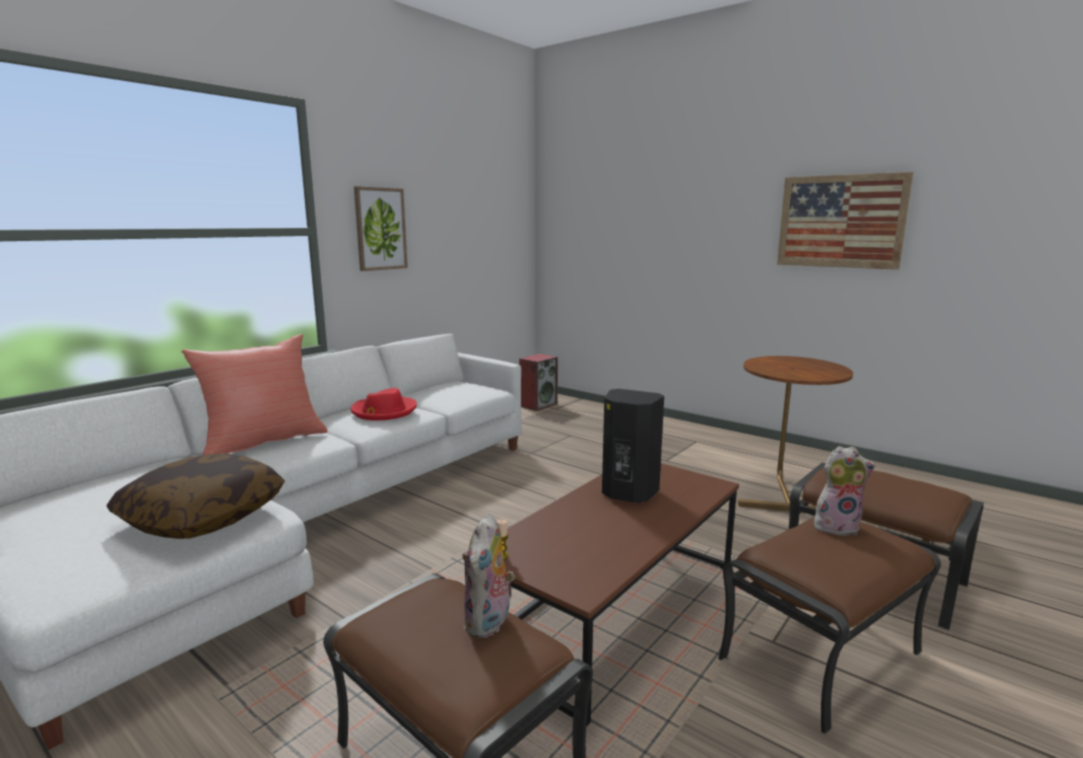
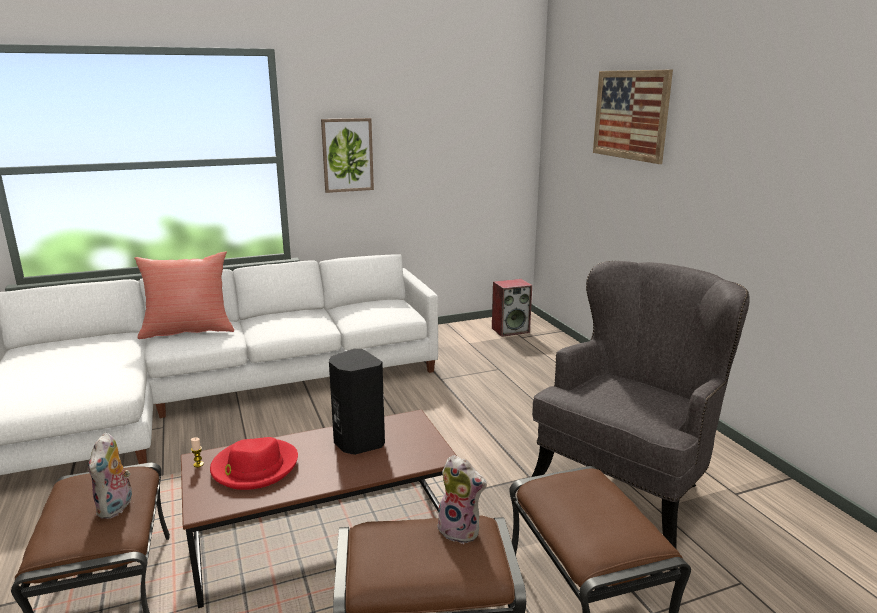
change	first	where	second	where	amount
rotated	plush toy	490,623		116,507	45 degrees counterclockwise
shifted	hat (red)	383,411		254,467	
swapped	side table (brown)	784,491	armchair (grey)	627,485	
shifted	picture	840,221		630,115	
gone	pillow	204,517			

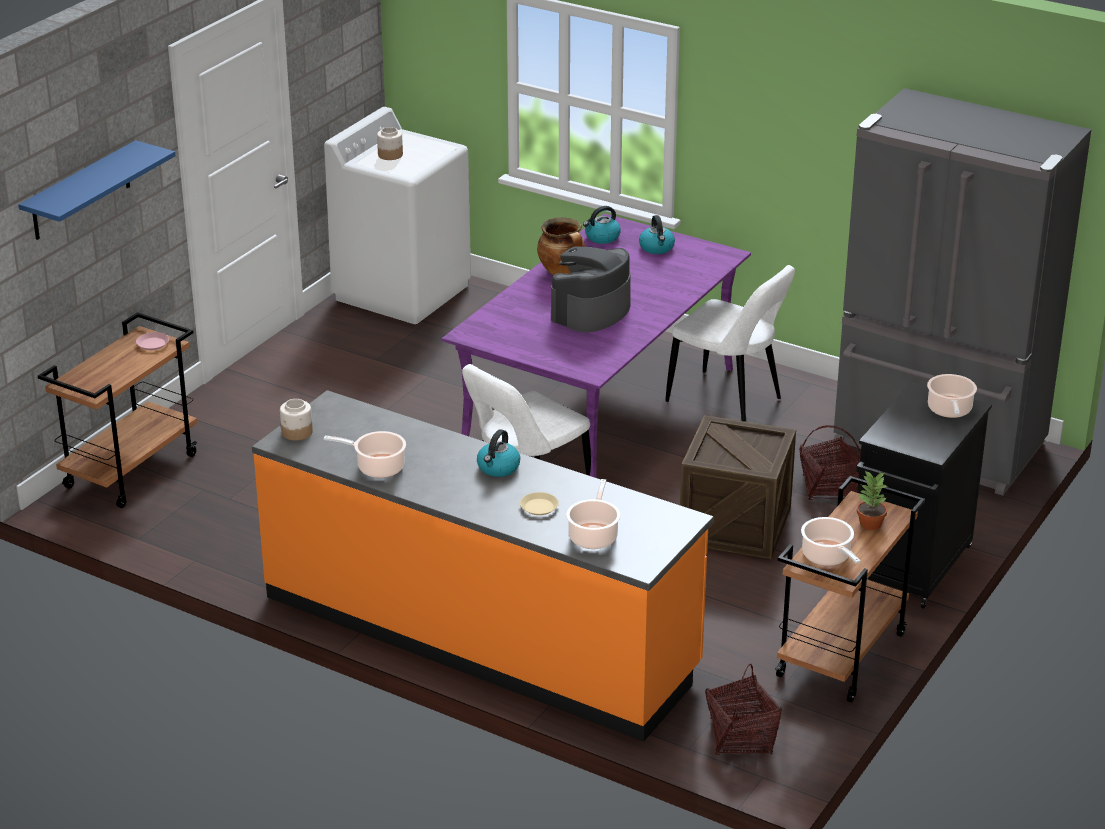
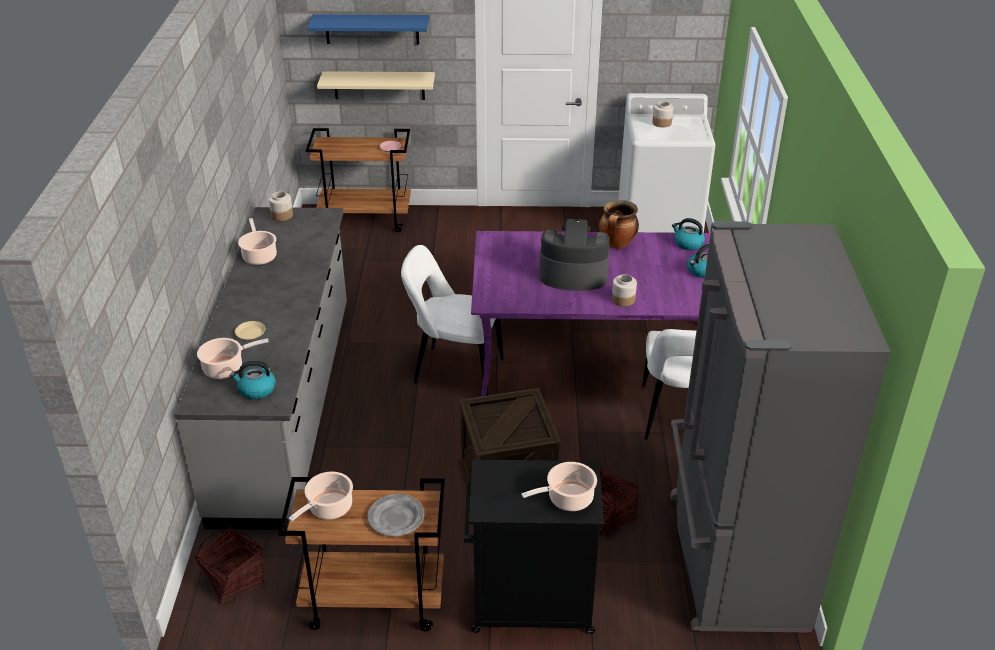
change	first	where	second	where	amount
repainted	counter (orange)	480,633	counter (grey)	287,408	
shifted	kettle	498,468		256,390	
new			shelf (beige)	379,85	
swapped	potted plant	870,523	plate (grey)	395,517	
new			jar	623,300	

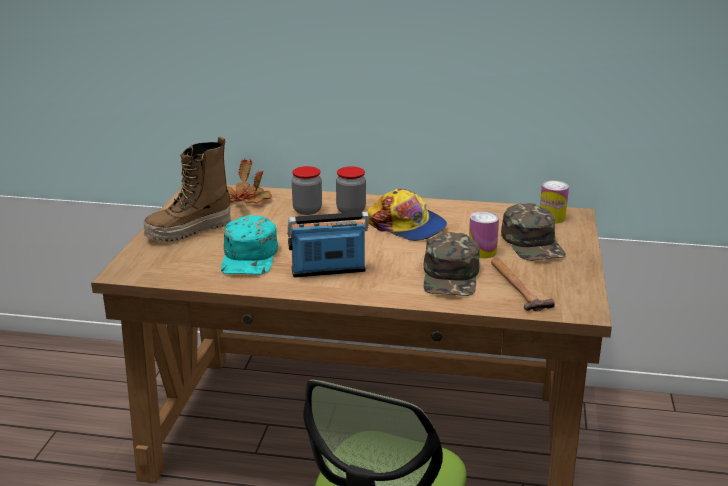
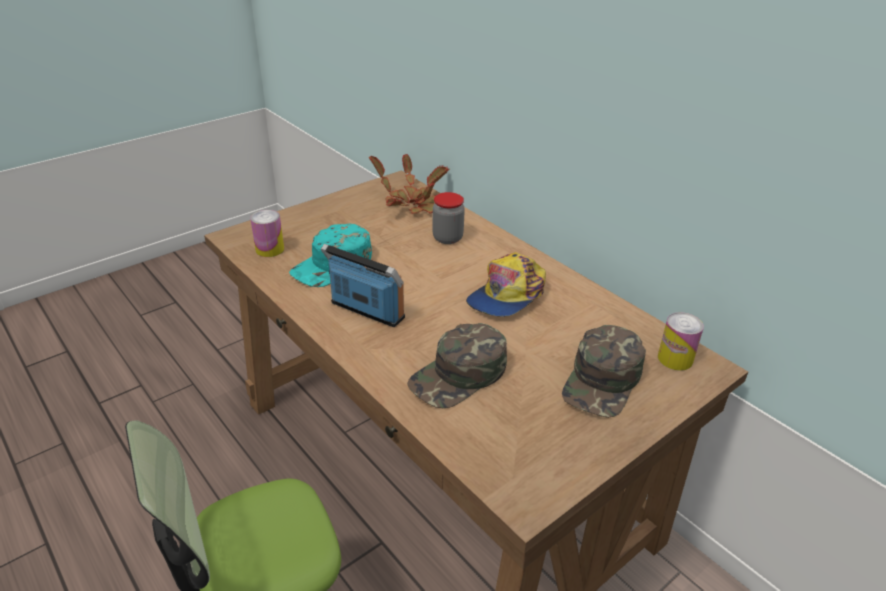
change	first	where	second	where	amount
shifted	can	482,252		270,249	
rotated	cap	407,226		507,295	45 degrees clockwise
gone	boot	189,231			
gone	jar	351,210			
gone	hammer	517,287			

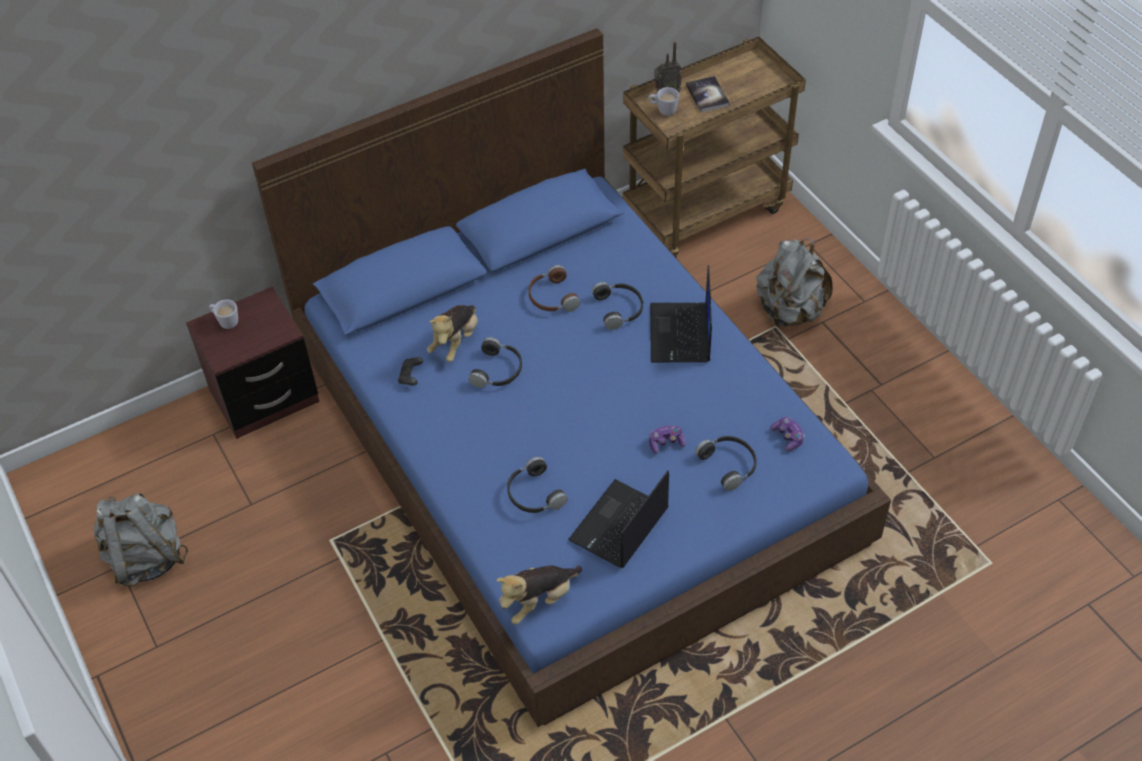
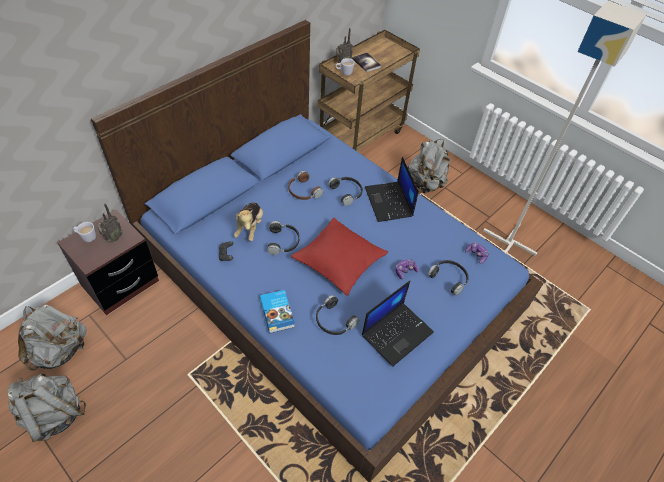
change	first	where	second	where	amount
new			backpack (grey)	60,350	
new			radio	113,239	
new			book	278,312	
new			pillow (red)	339,261	
rotated	laptop	619,526		397,332	150 degrees counterclockwise
new			floor lamp (grey)	510,242	
gone	plush toy	539,600			

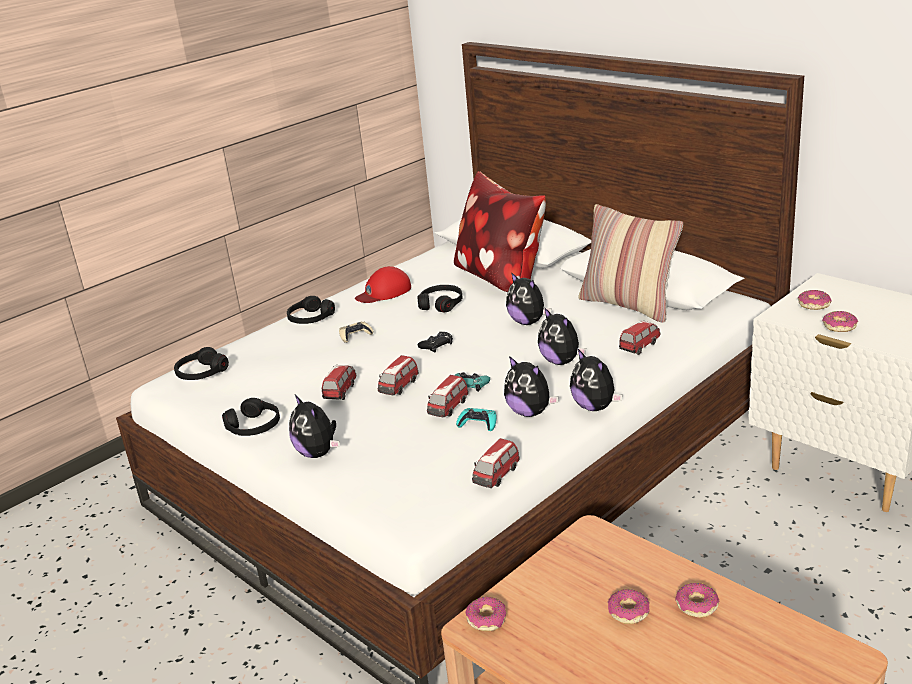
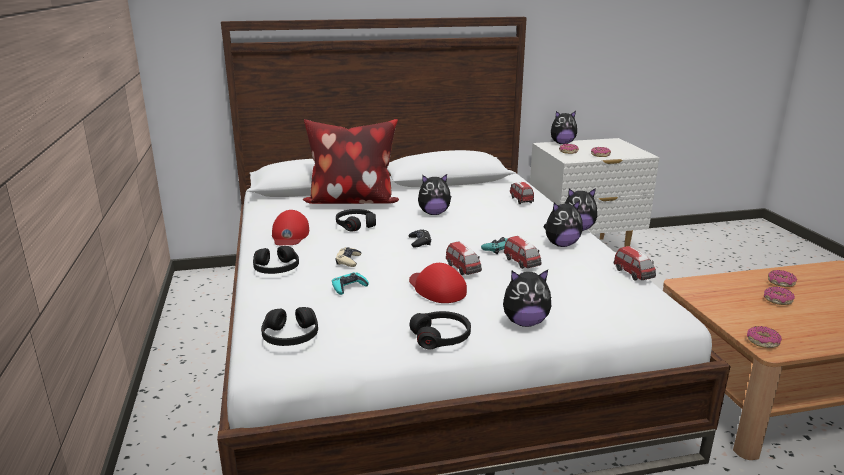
change	first	where	second	where	amount
shifted	game controller (turquoise)	478,423		349,287	
swapped	toy car	340,391	cap (red)	436,288	
shifted	plush toy	561,361		562,143	
gone	pillow	628,305			

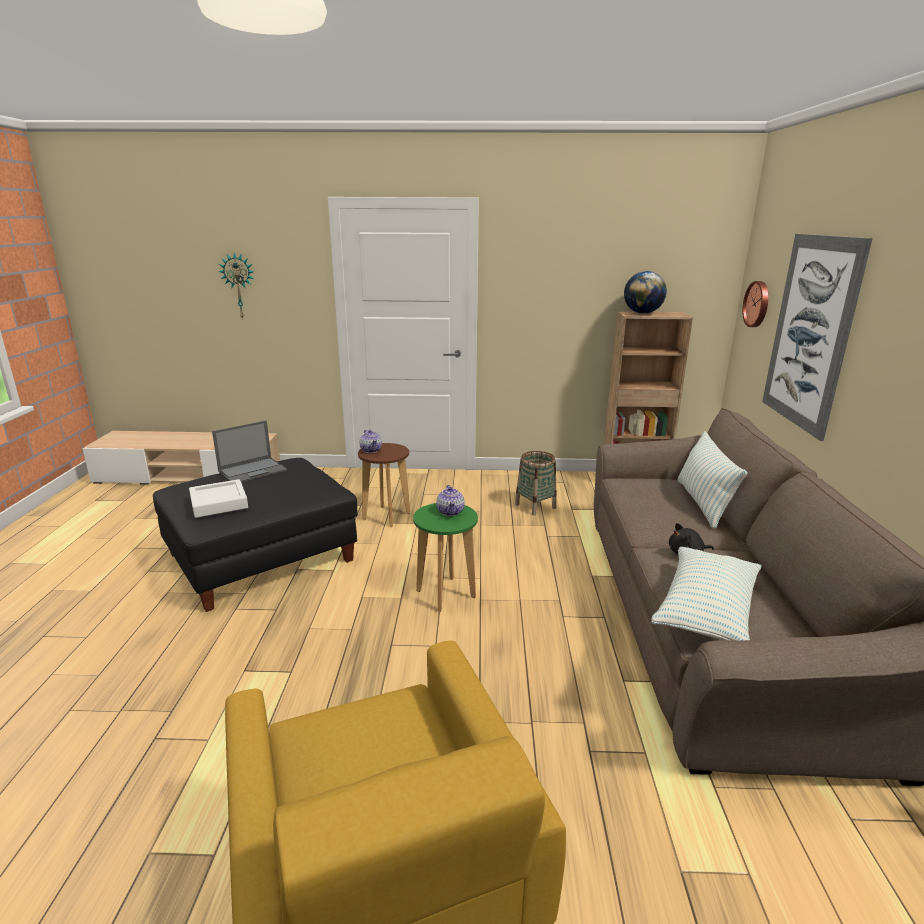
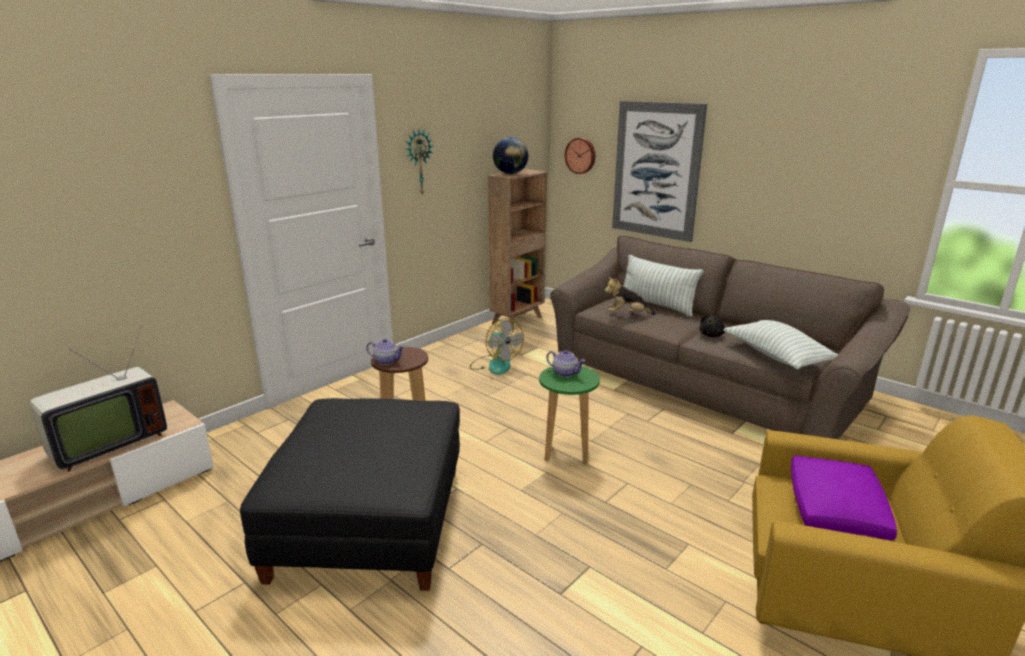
change	first	where	second	where	amount
new			television	106,445	
shifted	wall clock	239,286		418,162	
swapped	basket	535,506	fan	495,364	
new			plush toy	627,315	
new			pillow (purple)	836,510	
gone	tray (white)	219,503			
gone	laptop	253,470			

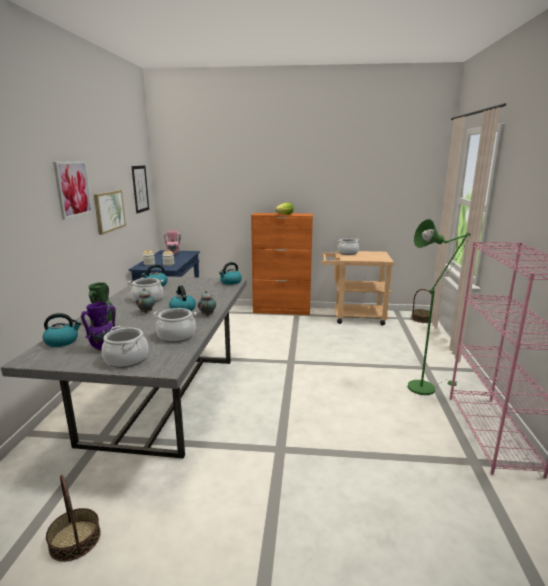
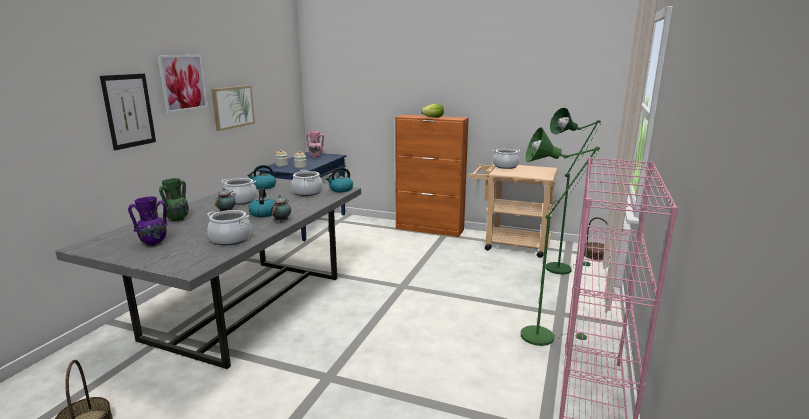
change	first	where	second	where	amount
shifted	picture	140,189		129,111	
shifted	cooking pot	126,359		307,192	
new			floor lamp (green)	562,267	
gone	kettle	62,341			

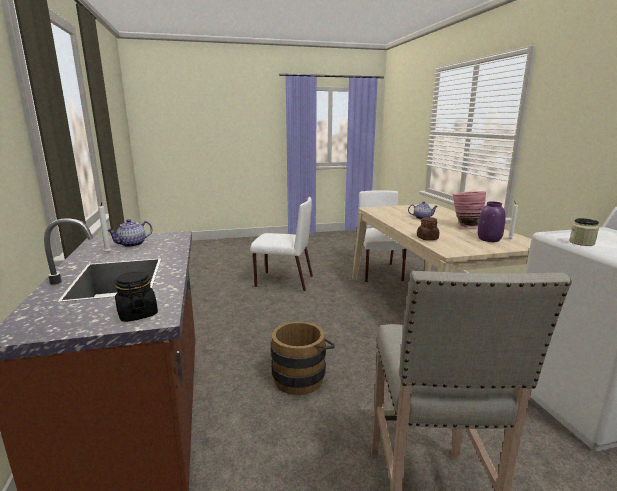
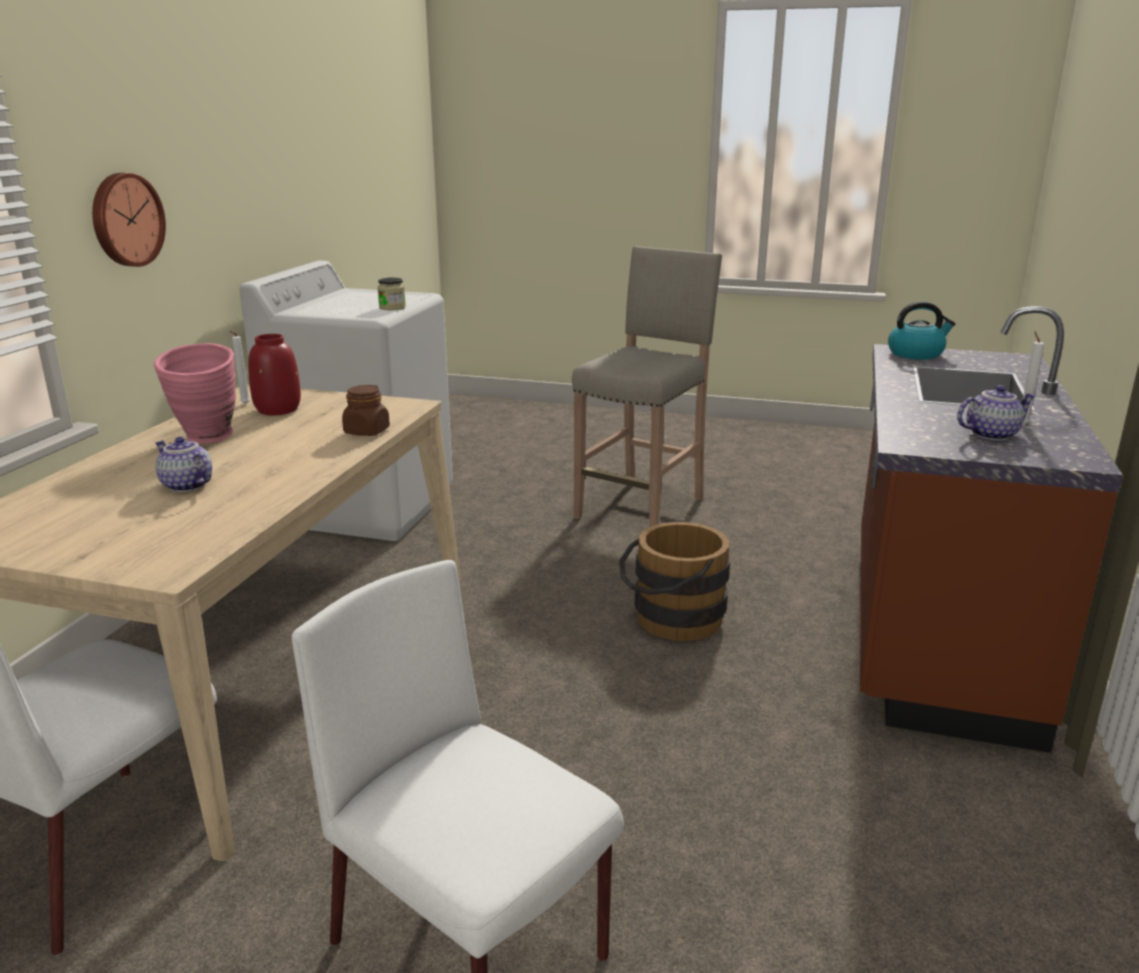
change	first	where	second	where	amount
new			wall clock	125,220	
repainted	vase (purple)	488,239	vase (red)	278,410	
swapped	jar (black)	137,314	kettle	916,354	

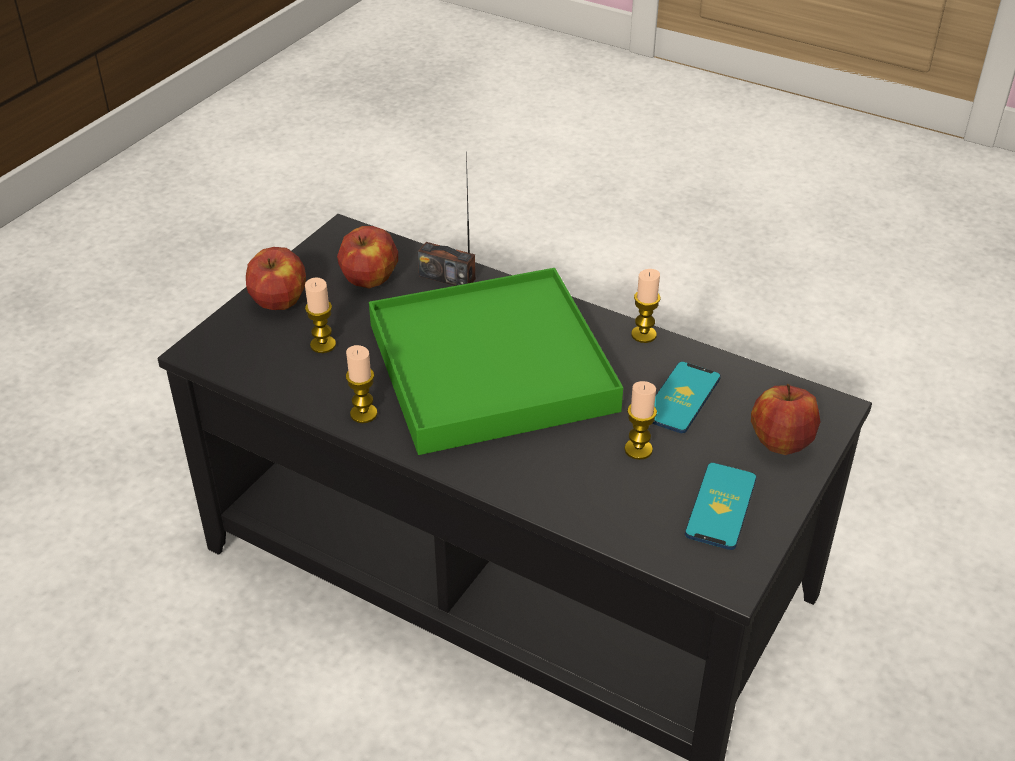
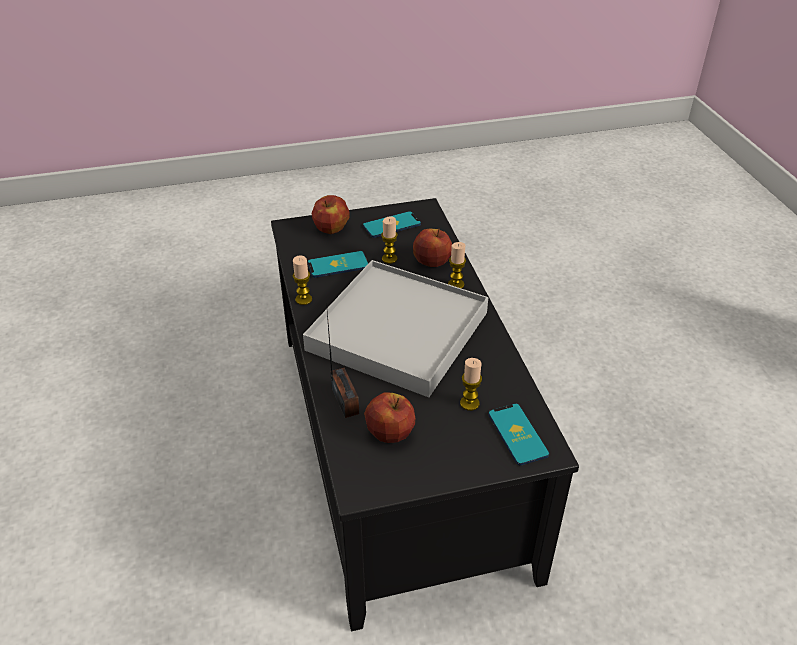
change	first	where	second	where	amount
repainted	tray (green)	490,367	tray (white)	398,331	
shifted	apple	280,301		431,262	
shifted	candle	363,414		456,284	
new			phone	517,434	

